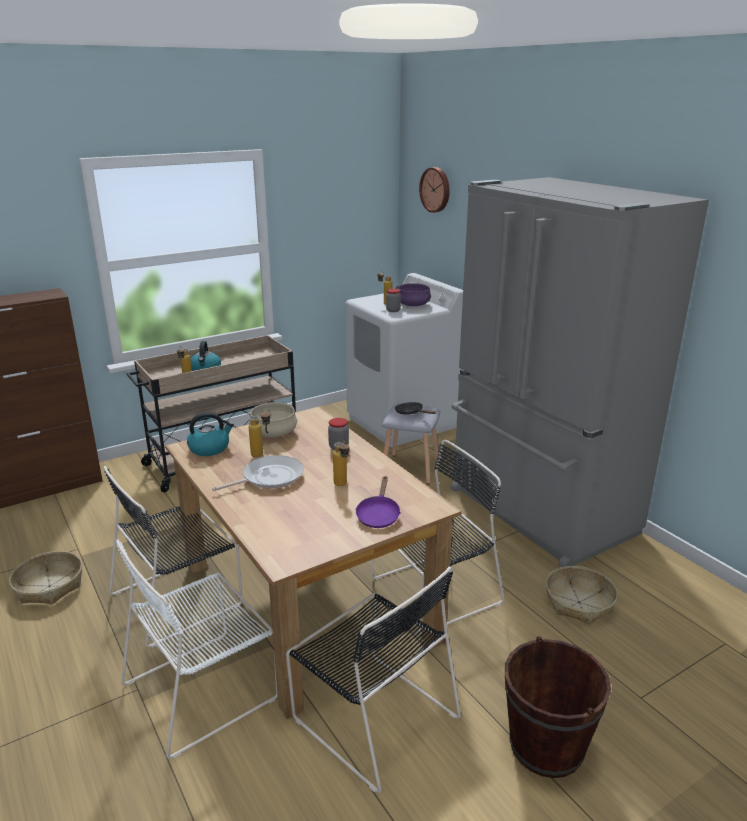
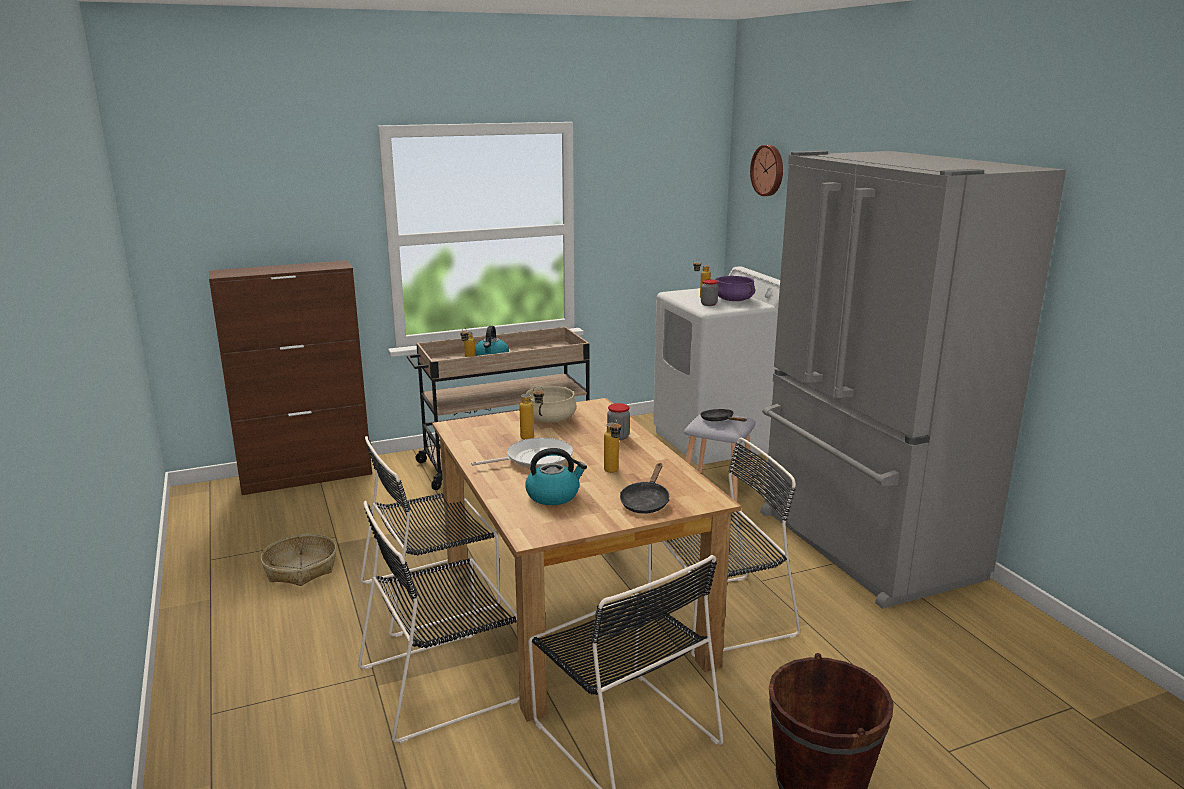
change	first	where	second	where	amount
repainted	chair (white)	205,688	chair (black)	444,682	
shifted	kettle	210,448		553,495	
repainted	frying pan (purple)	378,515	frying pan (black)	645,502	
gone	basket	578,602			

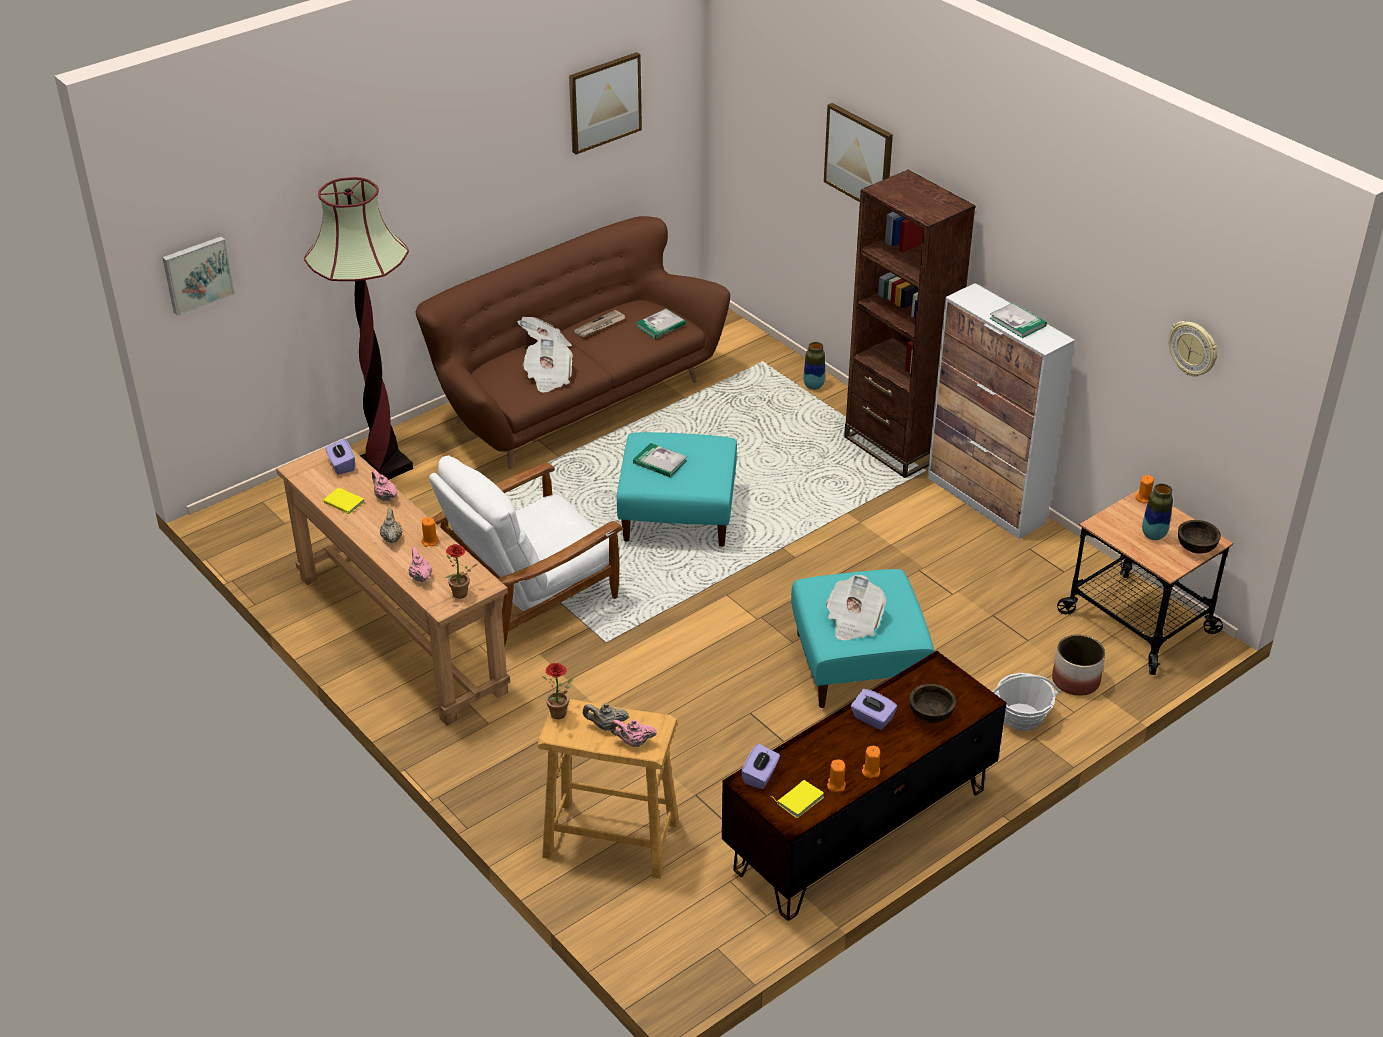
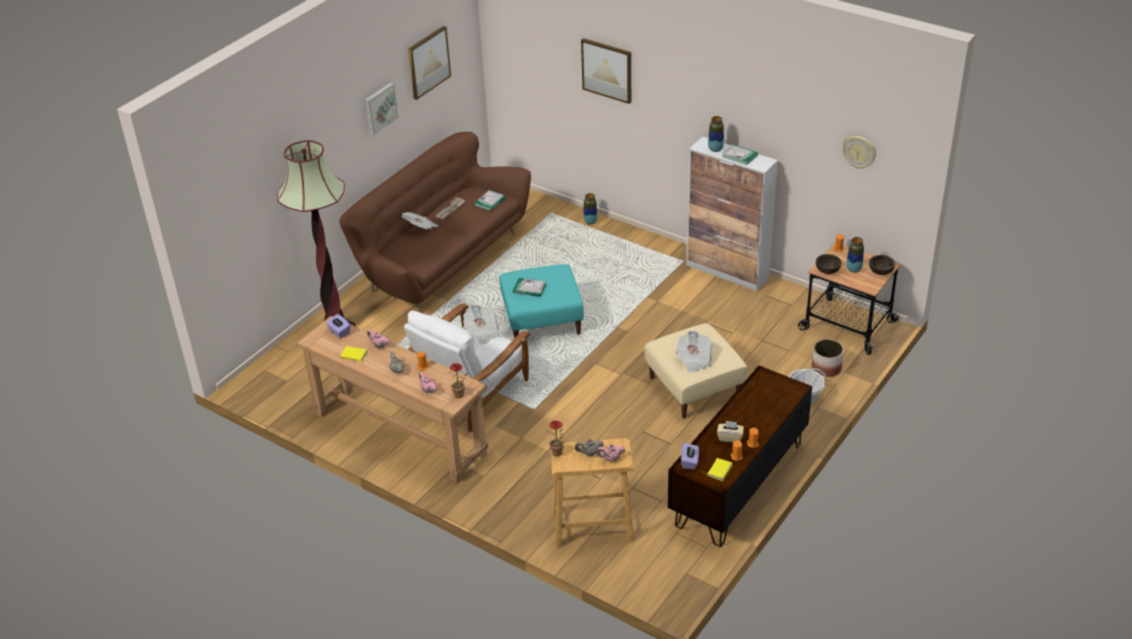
change	first	where	second	where	amount
shifted	picture	197,274		380,108	
shifted	newspaper	548,377		482,332	
repainted	ottoman (turquoise)	857,664	ottoman (beige)	694,387	
new			vase	715,149	
new			tissue box (beige)	730,437	
shifted	bowl (brown)	930,714		827,270	
gone	bookcase (brown)	895,446			
gone	tissue box (purple)	872,719			

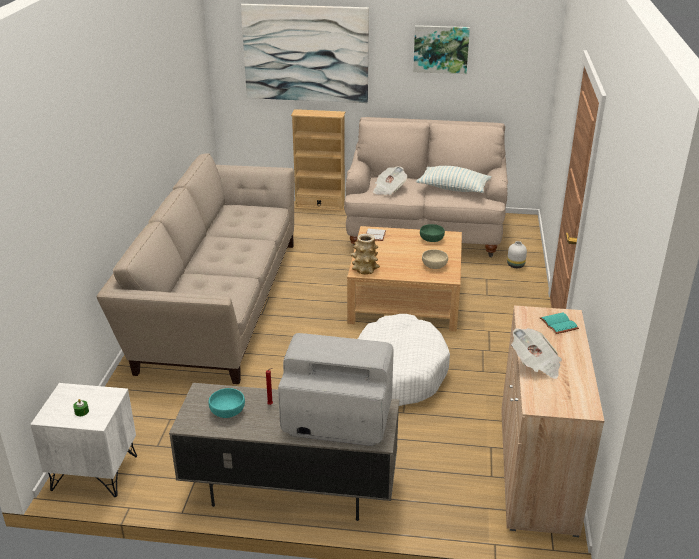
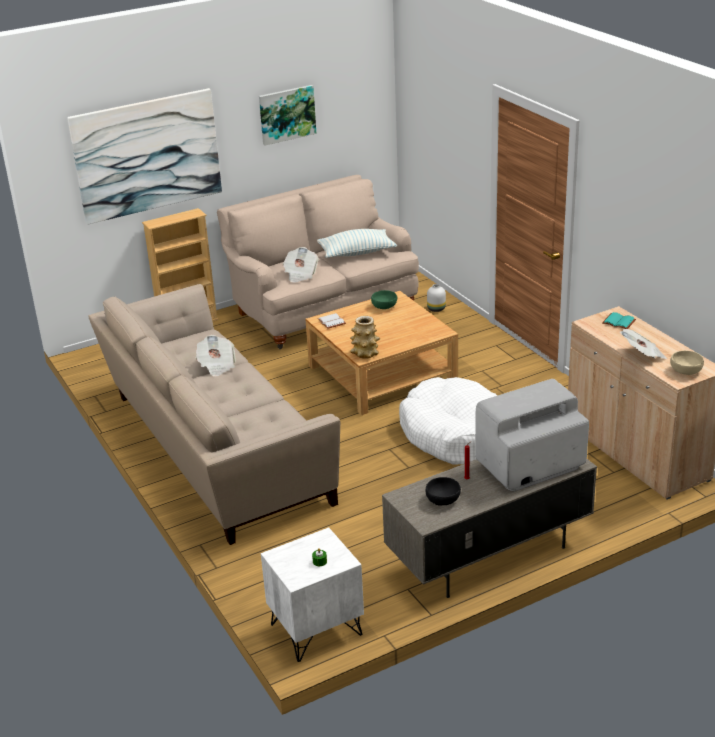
change	first	where	second	where	amount
new			newspaper	217,365	
repainted	bowl (turquoise)	228,411	bowl (black)	443,499	
shifted	bowl (beige)	434,266		686,371	

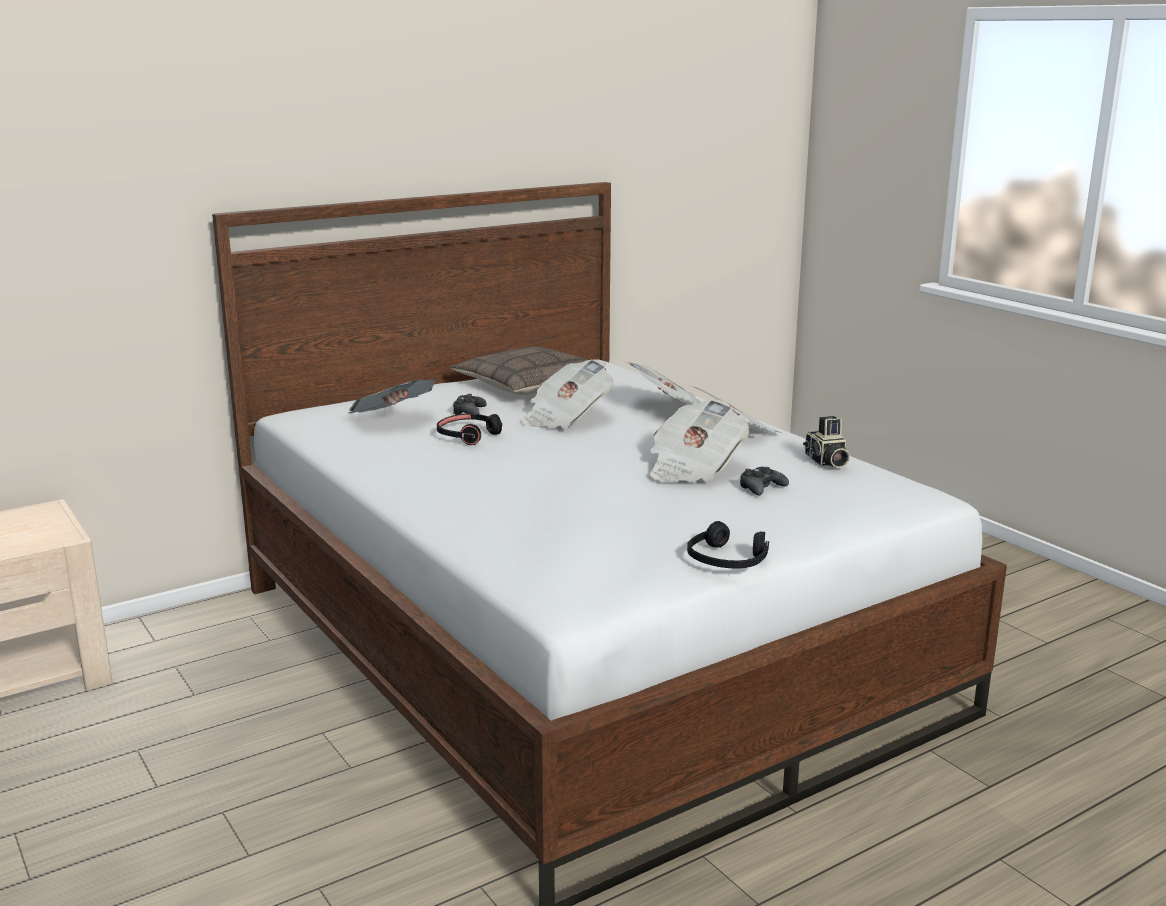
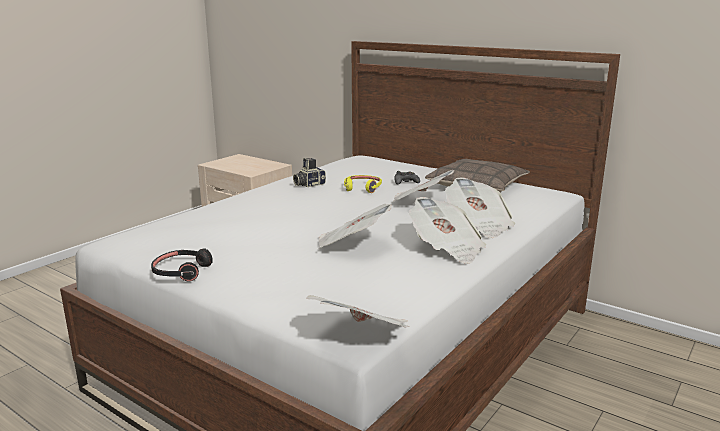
change	first	where	second	where	amount
shifted	photo camera	826,462		308,184	
shifted	newspaper	392,420		363,337	
repainted	headphones (black)	468,435	headphones (yellow)	362,188	
gone	game controller (black)	761,488			

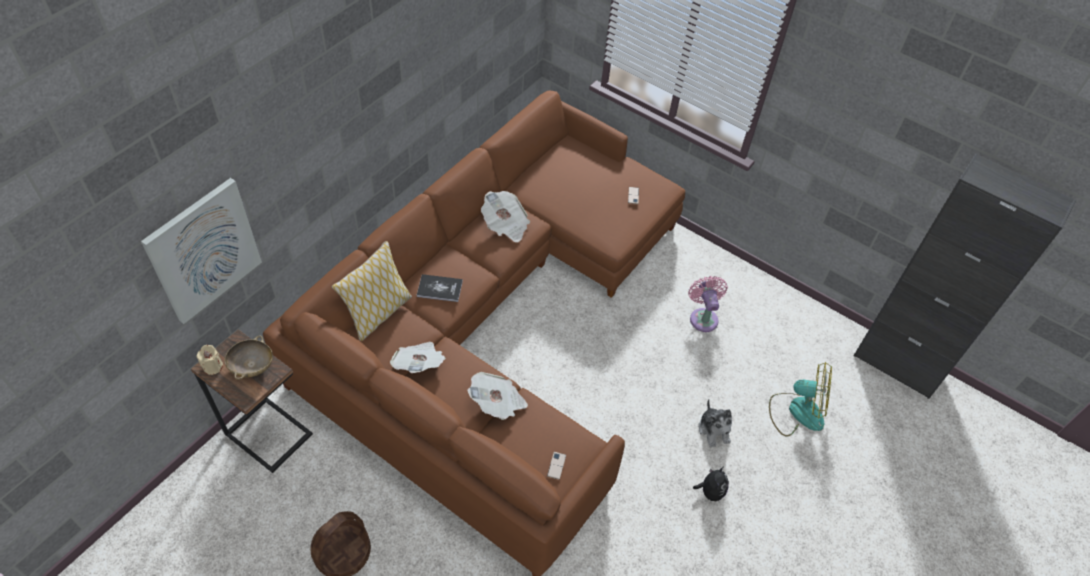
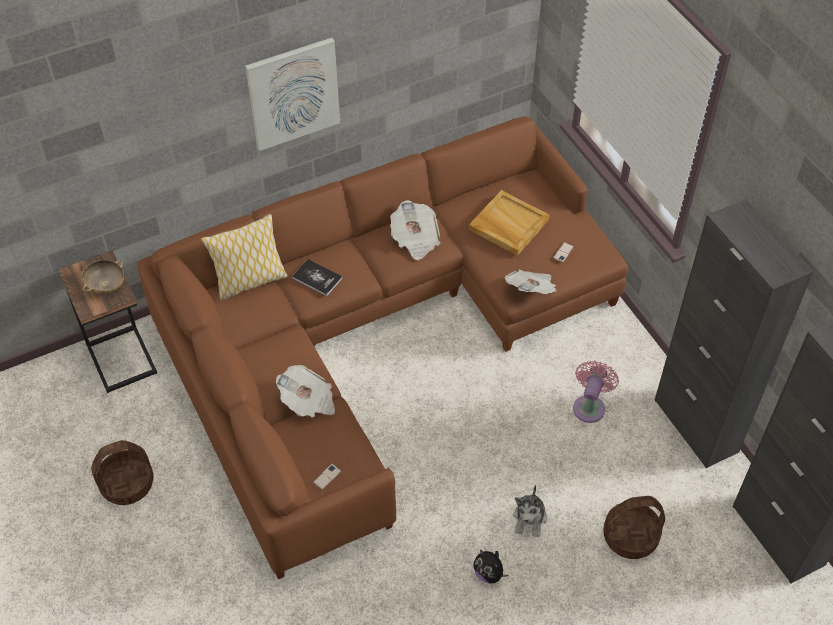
change	first	where	second	where	amount
shifted	picture	204,250		293,93	
new			tray (beige)	508,225	
rotated	plush toy	710,491		489,573	90 degrees clockwise
shifted	newspaper	419,364		531,290	
swapped	fan	797,411	basket	630,536	
new			cabinet (black)	696,426	
gone	candle (beige)	213,366			

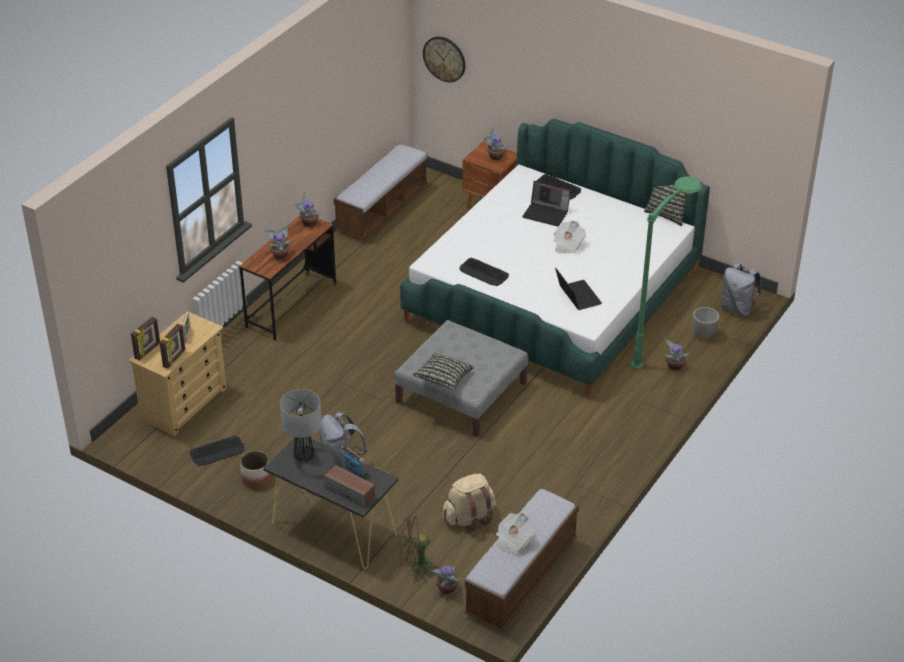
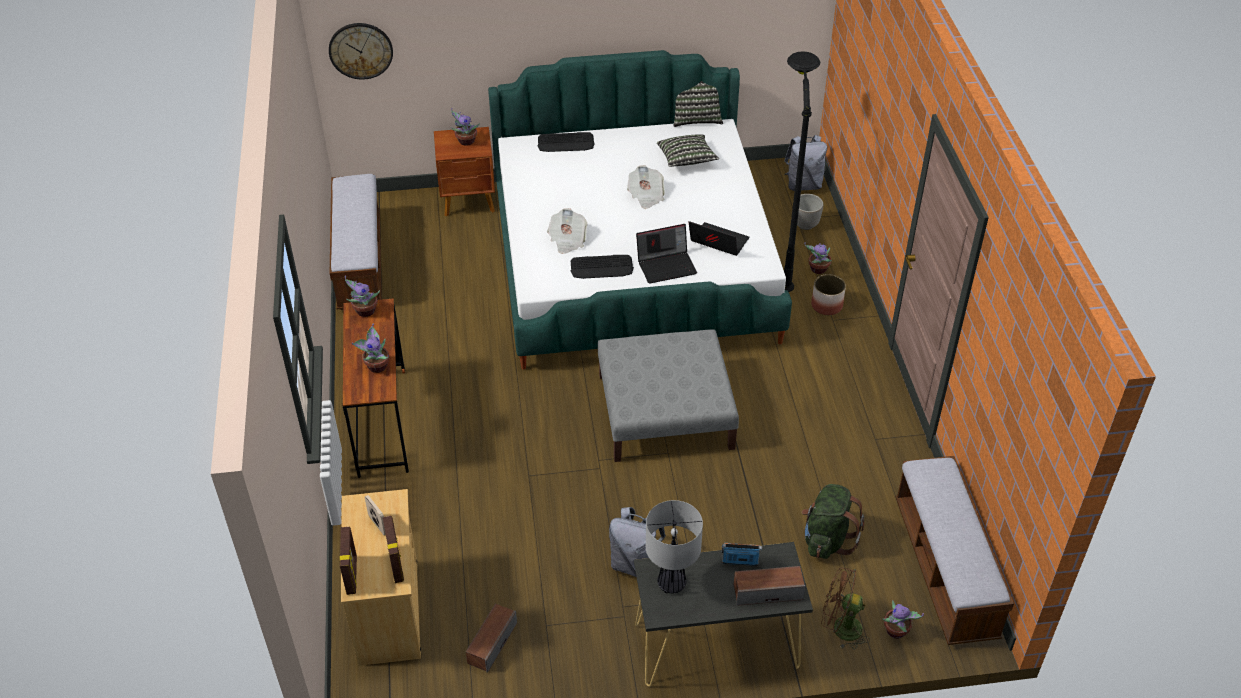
change	first	where	second	where	amount
swapped	keyboard	217,451	speaker	492,643	
shifted	newspaper	512,541		567,240	
shifted	laptop	546,214		667,265	
shifted	pillow	443,379		686,160	
repainted	floor lamp (green)	661,346	floor lamp (black)	784,256	
repainted	backpack (beige)	469,518	backpack (green)	827,539	
shifted	planter	256,479		826,306	
rotated	fan (brown)	415,566		840,628	60 degrees clockwise

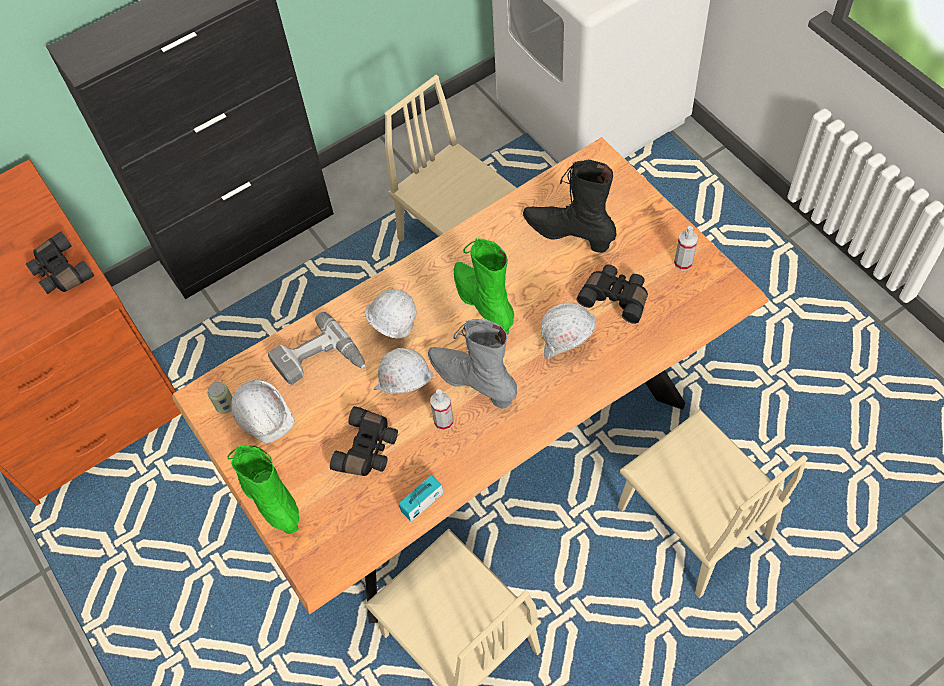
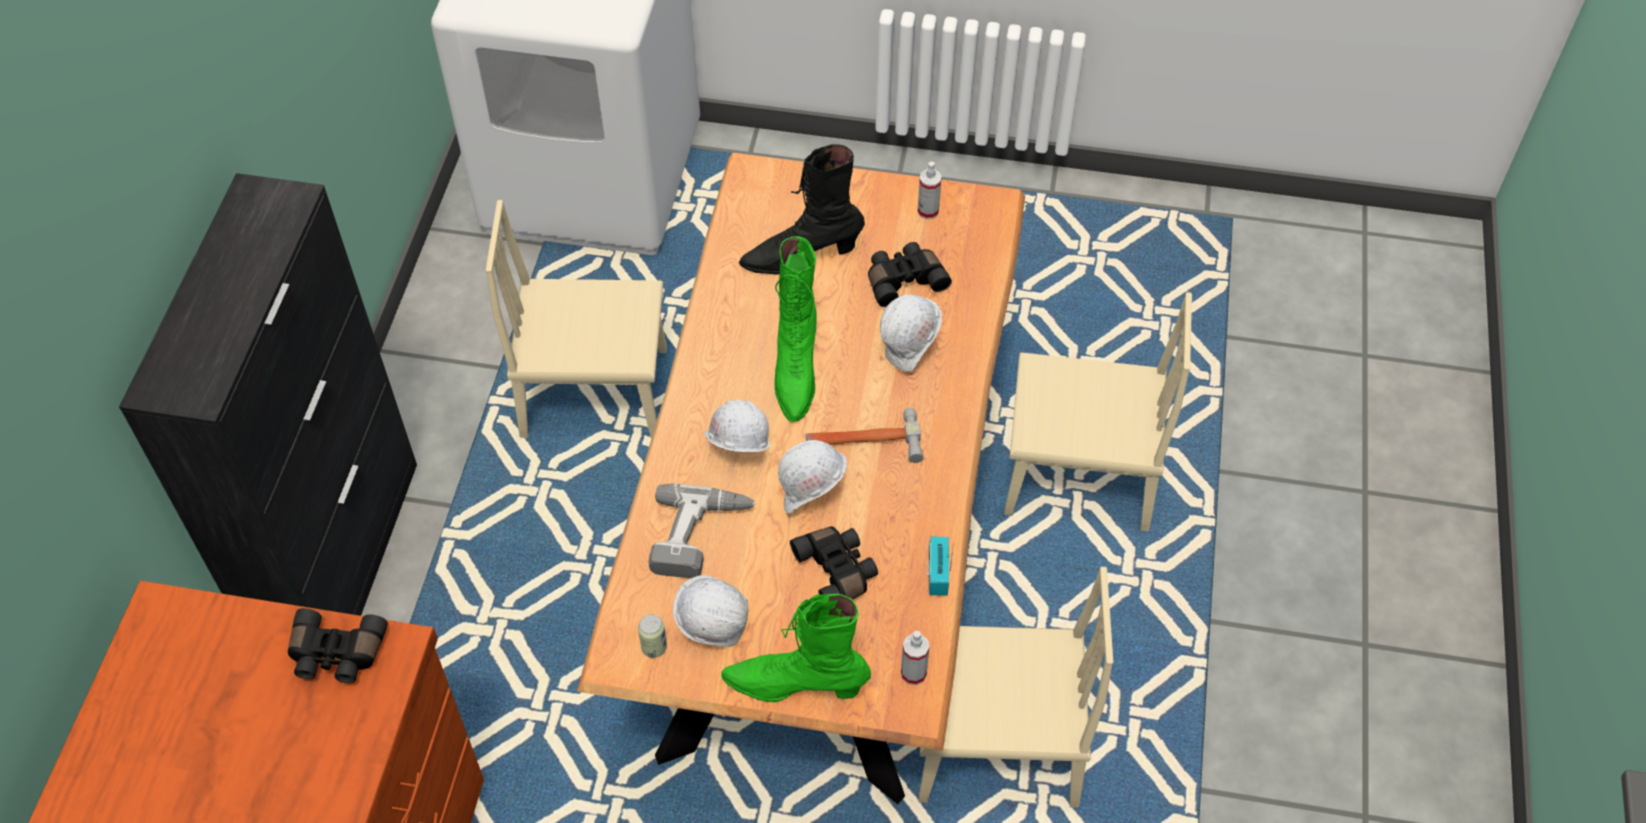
change	first	where	second	where	amount
rotated	boot (green)	483,304		795,371	105 degrees counterclockwise
swapped	boot (grey)	472,381	hammer	863,442	
shifted	spray bottle	444,421		913,673	

